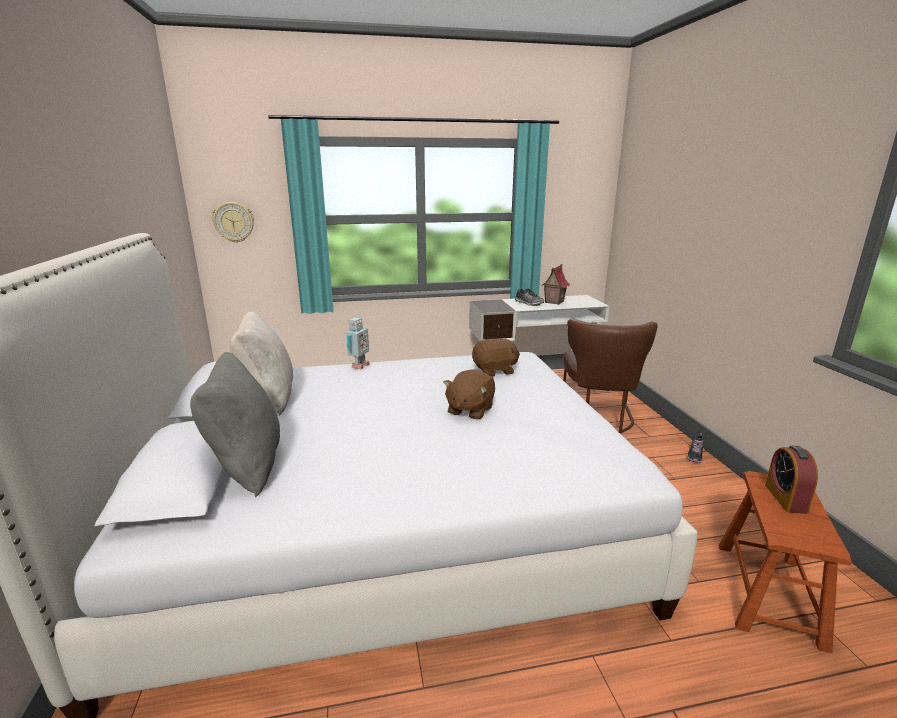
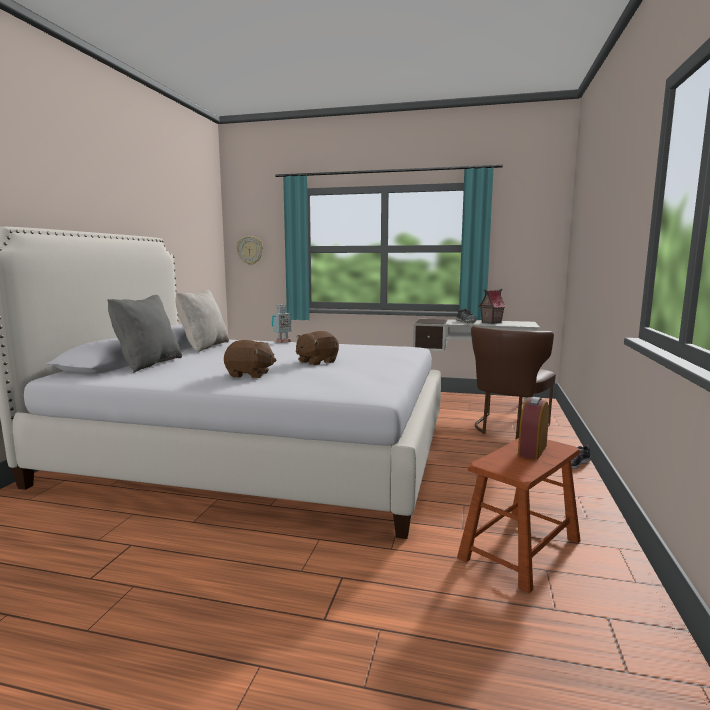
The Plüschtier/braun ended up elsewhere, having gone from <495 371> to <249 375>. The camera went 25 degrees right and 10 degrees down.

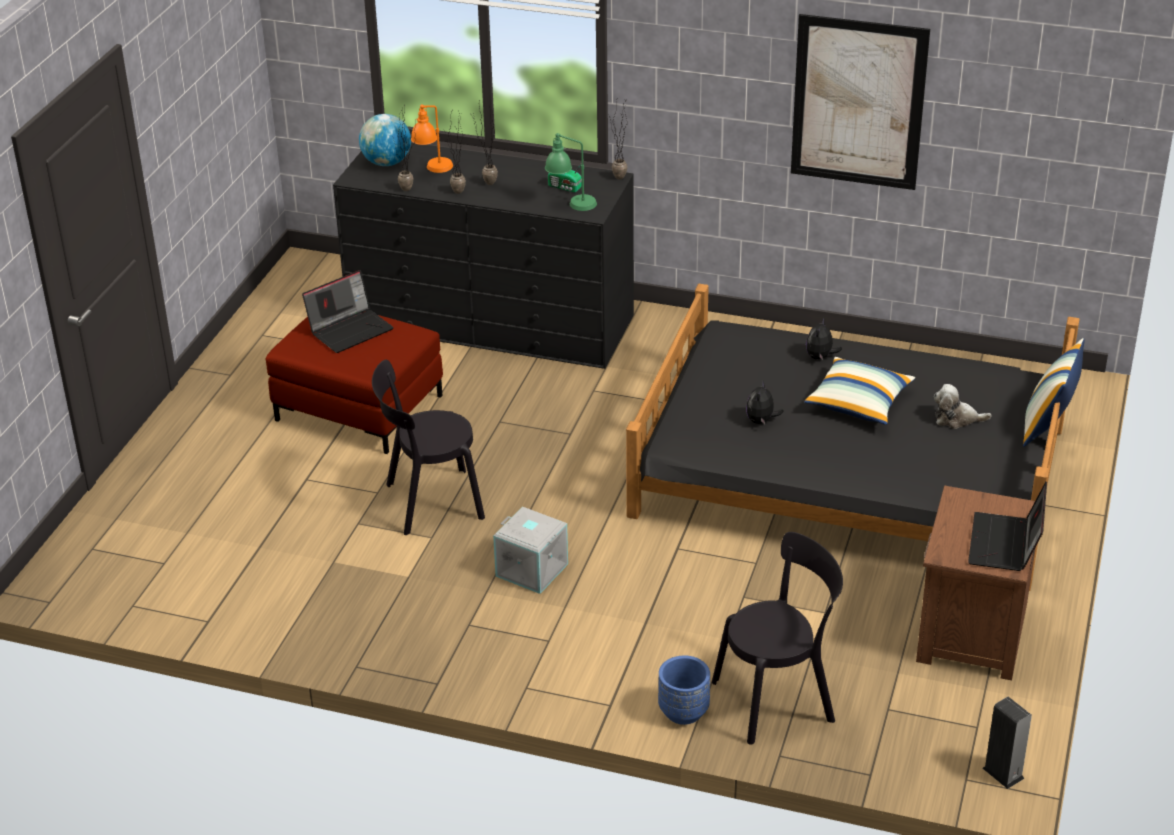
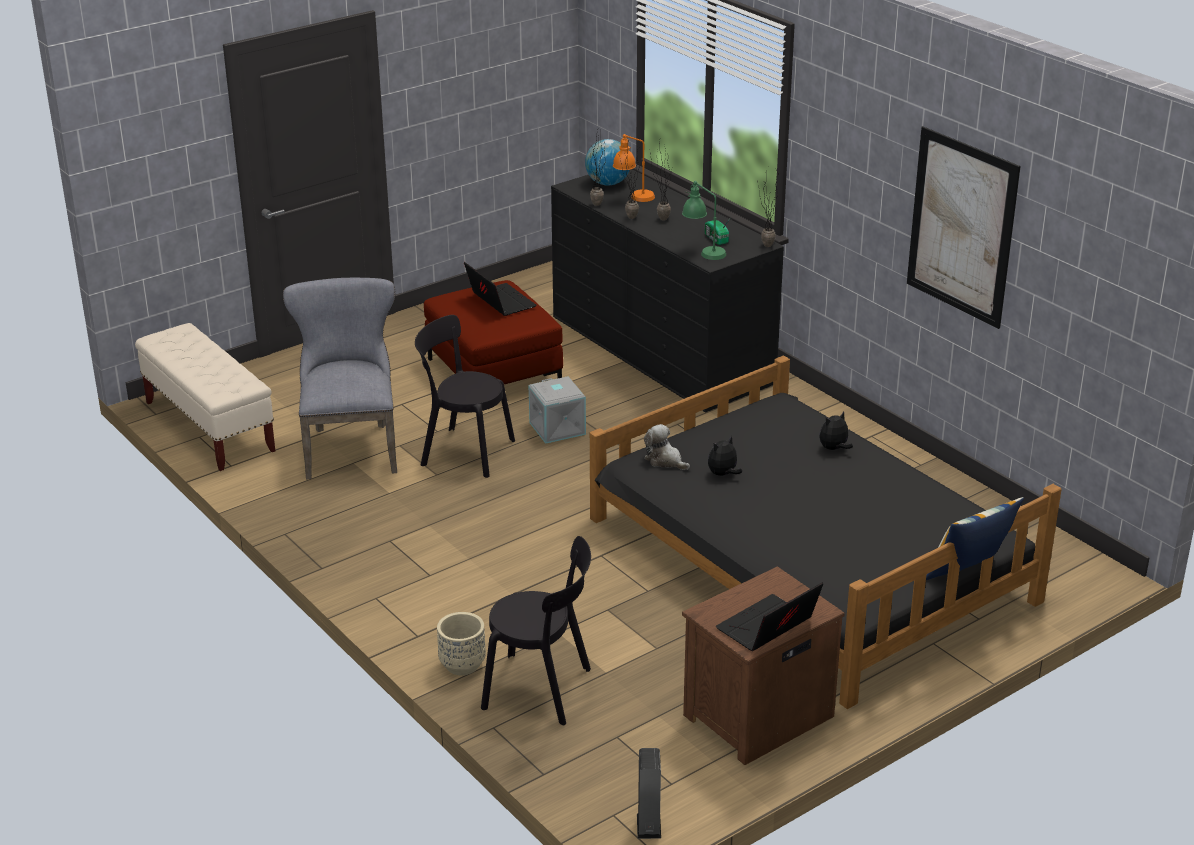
The second view lost the Kissen at <859 403>. The second view gained the Bank/beige at <209 427>. The second view gained the Stuhl/grau at <350 446>. The Aufbewahrungsbox/grau ended up elsewhere, having gone from <533 569> to <558 428>. The Plüschtier ended up elsewhere, having gone from <956 419> to <665 460>. What was the Pflanzkübel/blau at <683 712> turned into the Pflanzkübel/beige at <462 665>. The Laptop at <350 329> ended up facing another way, 120 degrees counterclockwise from before. The camera went 35 degrees right and 5 degrees down.

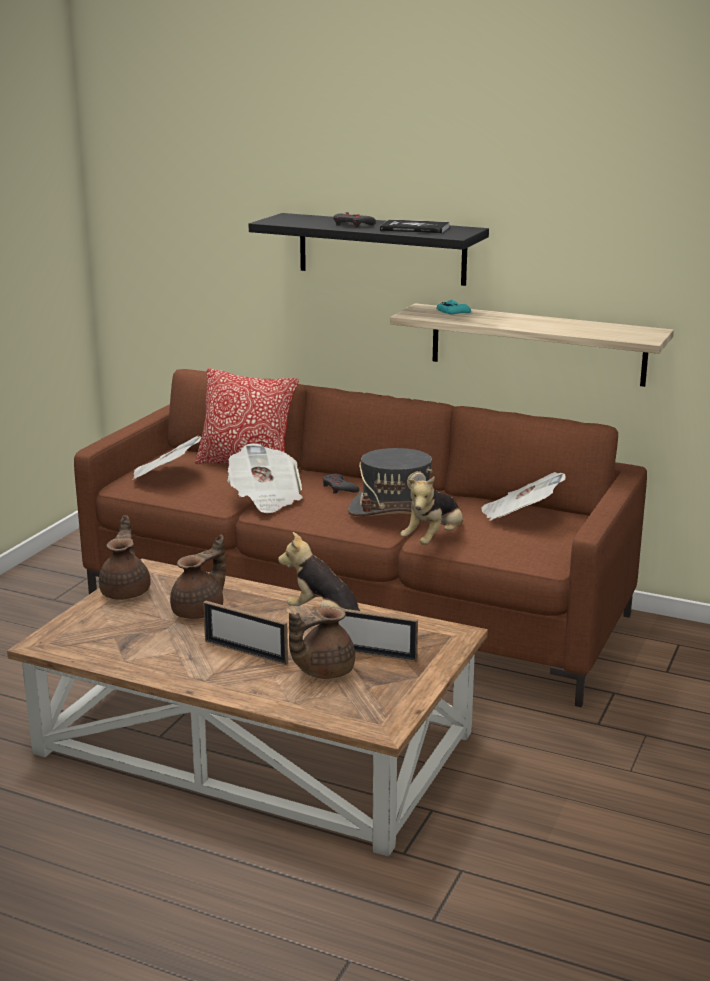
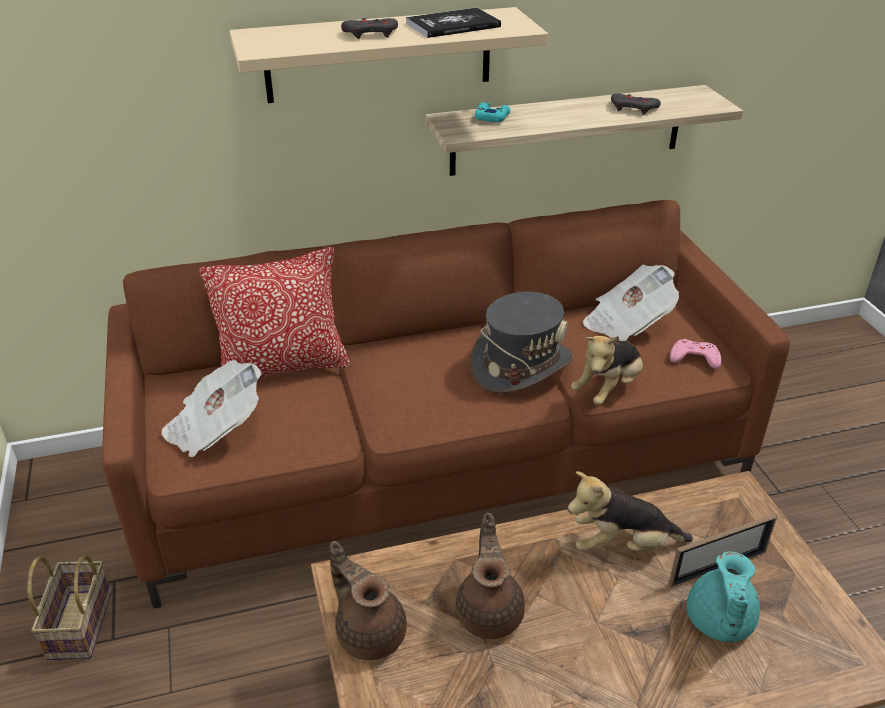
The second view lost the Bilderrahmen at <246 652>. The second view lost the Zeitung at <265 498>. The second view gained the Korb at <79 623>. The second view gained the Gamepad/rosa at <694 358>. The Gamepad/grau ended up elsewhere, having gone from <339 488> to <633 108>. What was the Wandregal/schwarz at <381 249> turned into the Wandregal/beige at <379 55>. What was the Teekanne/braun at <322 671> turned into the Teekanne/türkis at <718 622>. The Plüschtier at <434 540> ended up facing another way, 45 degrees clockwise from before. The camera went 40 degrees left and 15 degrees up.

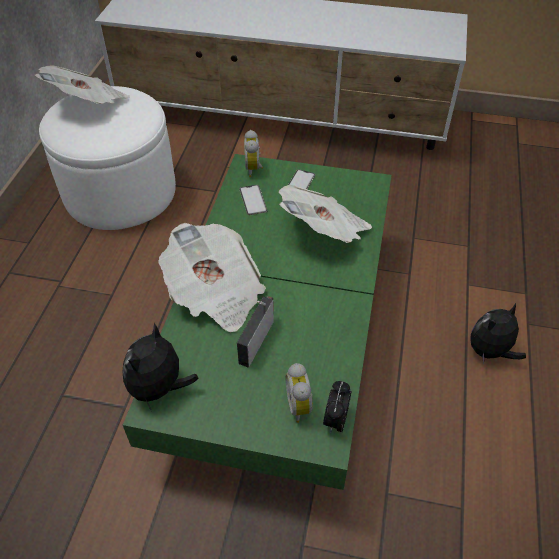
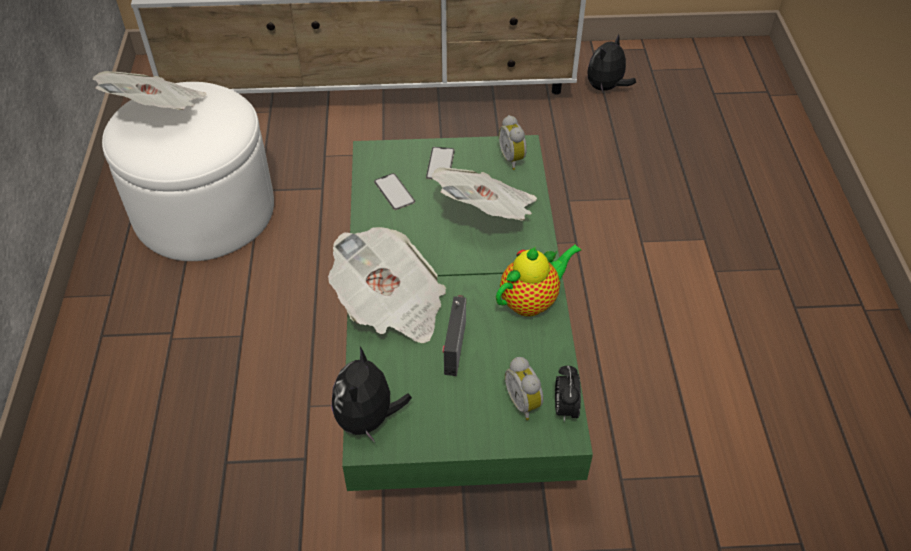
The second view gained the Teekanne at <532 301>. The Wecker ended up elsewhere, having gone from <254 169> to <513 159>. The Plüschtier ended up elsewhere, having gone from <490 352> to <606 88>. The camera went 15 degrees left and 0 degrees up.

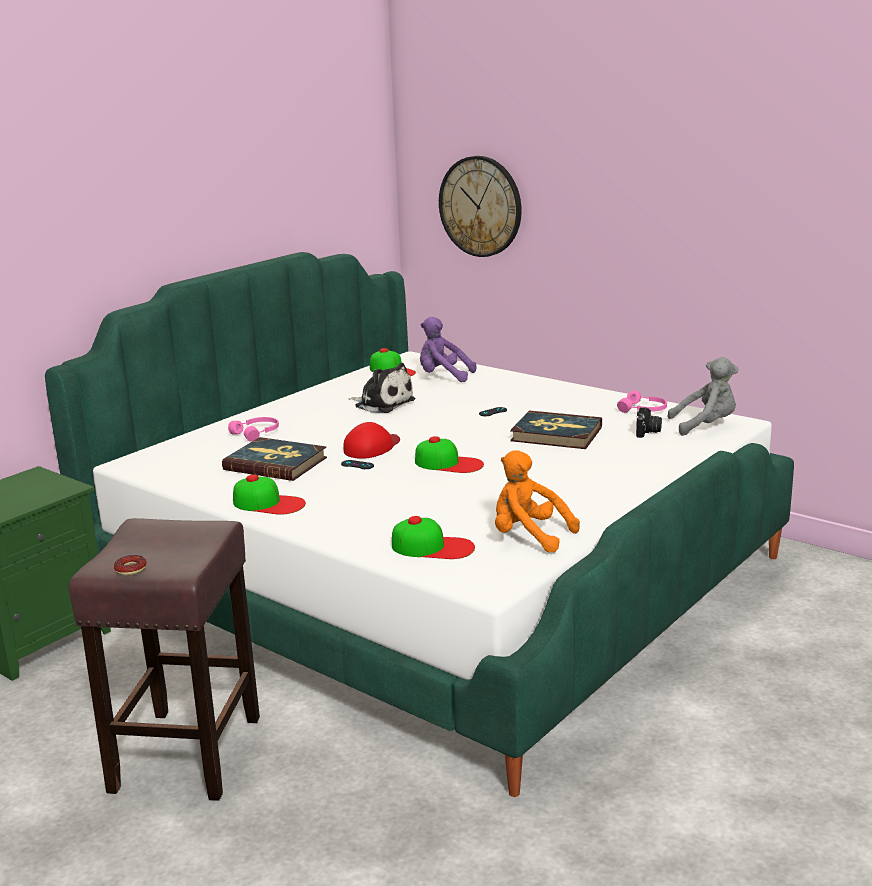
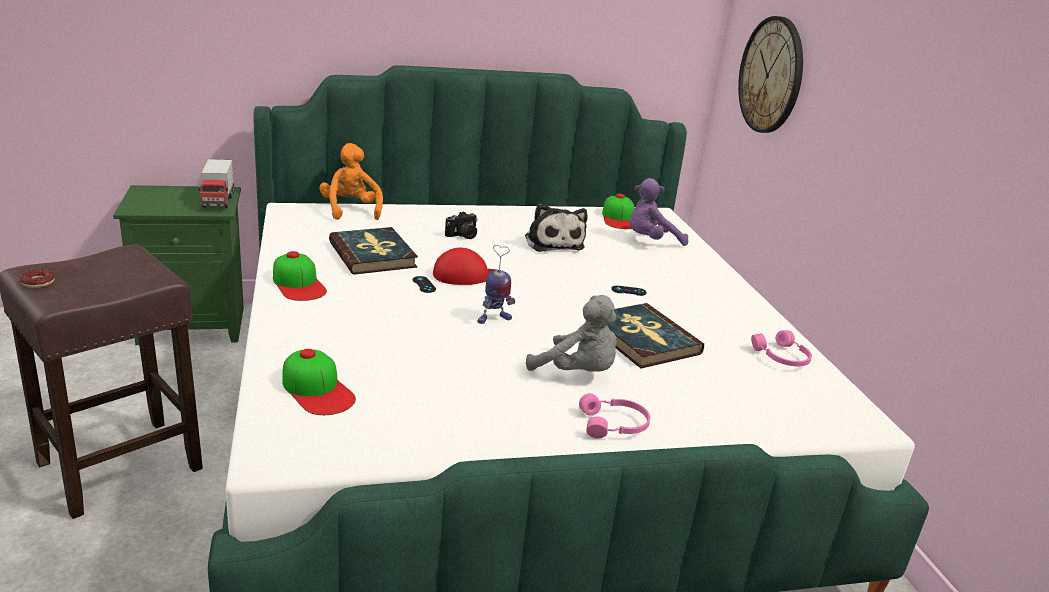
The second view gained the Spielzeuglaster at <218 201>. The Kopfhörer/rosa ended up elsewhere, having gone from <257 433> to <614 425>. The Plüschtier/orange ended up elsewhere, having gone from <528 536> to <351 210>. The Kamera ended up elsewhere, having gone from <648 432> to <463 236>. The Plüschtier/grau ended up elsewhere, having gone from <706 426> to <577 373>. Where the Kappe stood at <449 463>, the Spielzeugroboter came to stand at <493 319>. The Plüschtier/lila at <443 377> ended up facing another way, 75 degrees counterclockwise from before. The camera went 35 degrees right and 5 degrees up.

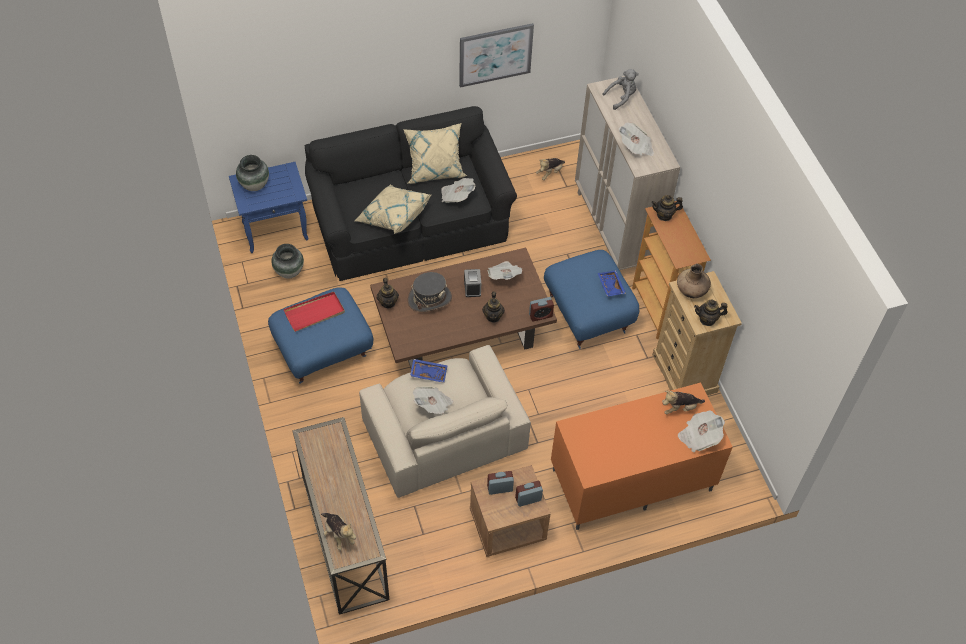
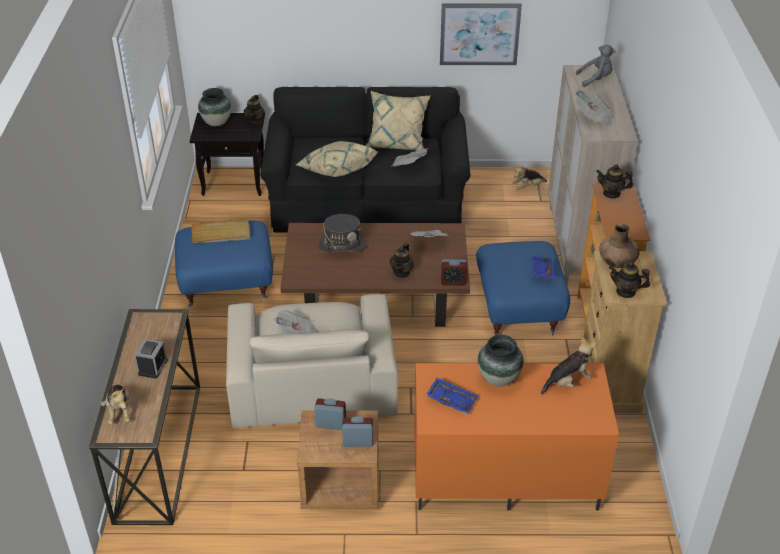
The second view lost the Zeitung at <699 437>. The Vase ended up elsewhere, having gone from <289 271> to <499 378>. The Teekanne ended up elsewhere, having gone from <388 302> to <255 121>. The Tablett/blau ended up elsewhere, having gone from <429 373> to <452 399>. The Wecker ended up elsewhere, having gone from <472 288> to <153 367>. What was the Beistelltisch/blau at <276 230> turned into the Beistelltisch/schwarz at <235 183>. What was the Tablett/rot at <315 313> turned into the Tablett/beige at <221 233>. The Plüschtier at <679 408> ended up facing another way, 150 degrees clockwise from before. The camera went 20 degrees right and 15 degrees down.

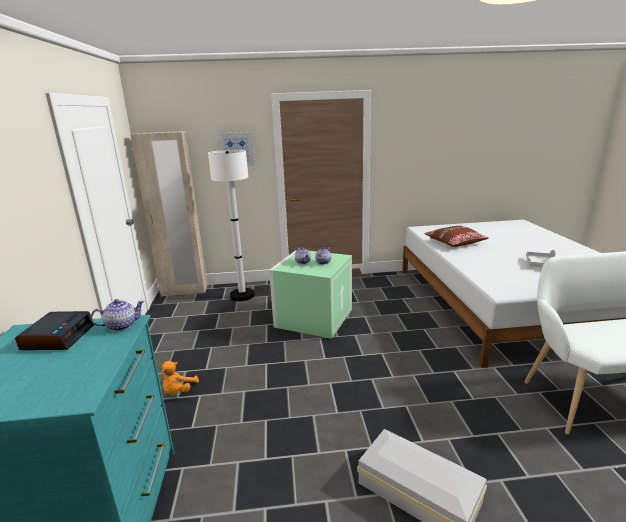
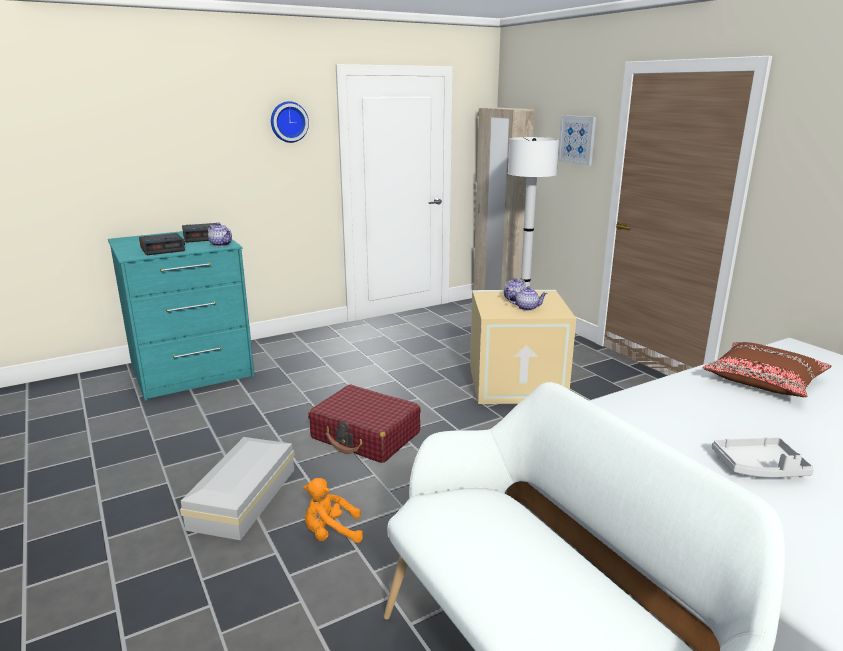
The second view gained the Wecker at <163 249>. The second view gained the Wanduhr at <288 122>. The second view gained the Koffer/rot at <366 436>. The Plüschtier/orange ended up elsewhere, having gone from <179 391> to <331 533>. What was the Aufbewahrungsbox/grün at <313 317> turned into the Aufbewahrungsbox/beige at <517 383>. The camera went 65 degrees right and 0 degrees up.

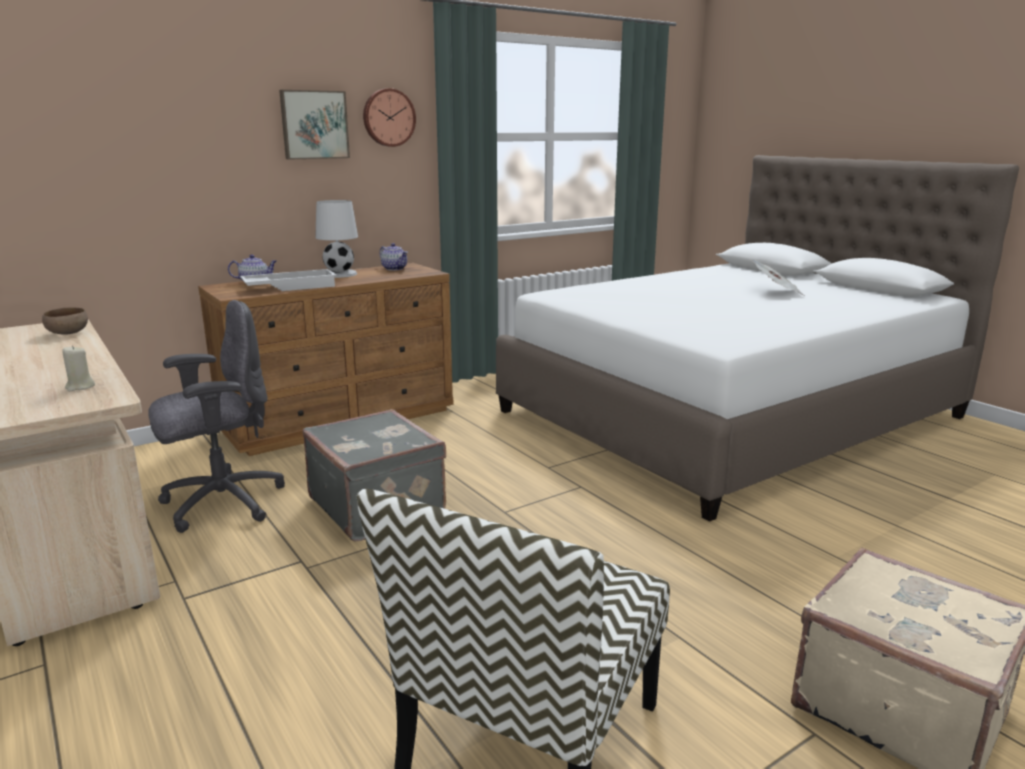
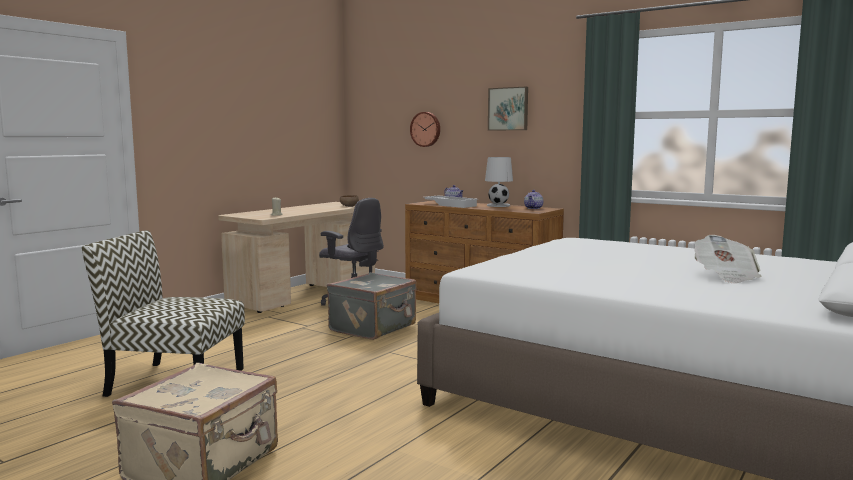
The Wanduhr ended up elsewhere, having gone from <388 117> to <426 129>. The camera went 70 degrees right and 10 degrees down.

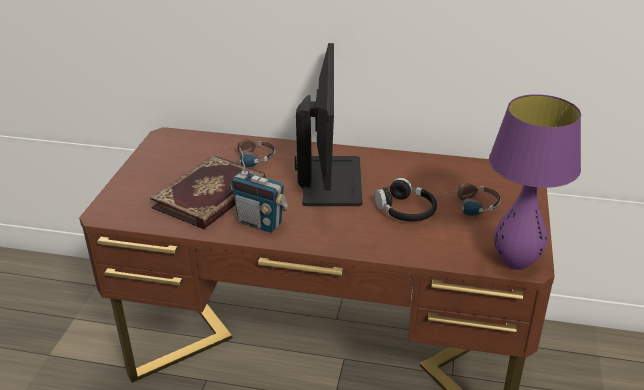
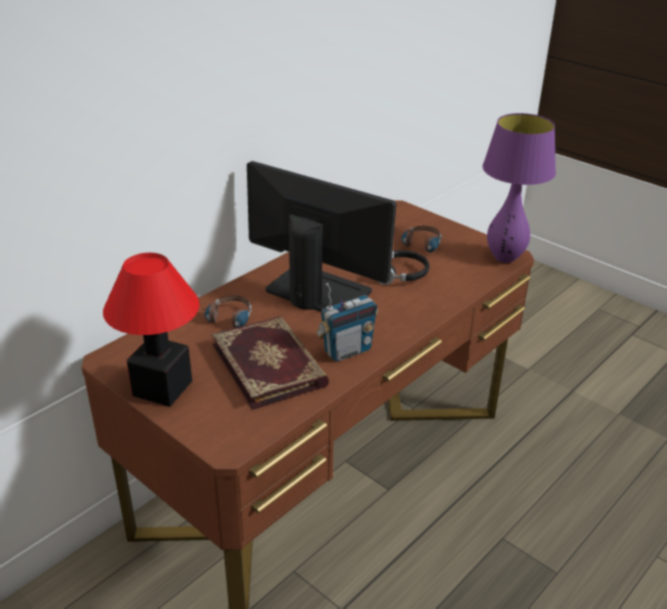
The second view gained the Tischlampe at <163 387>. The camera went 60 degrees left and 0 degrees up.

